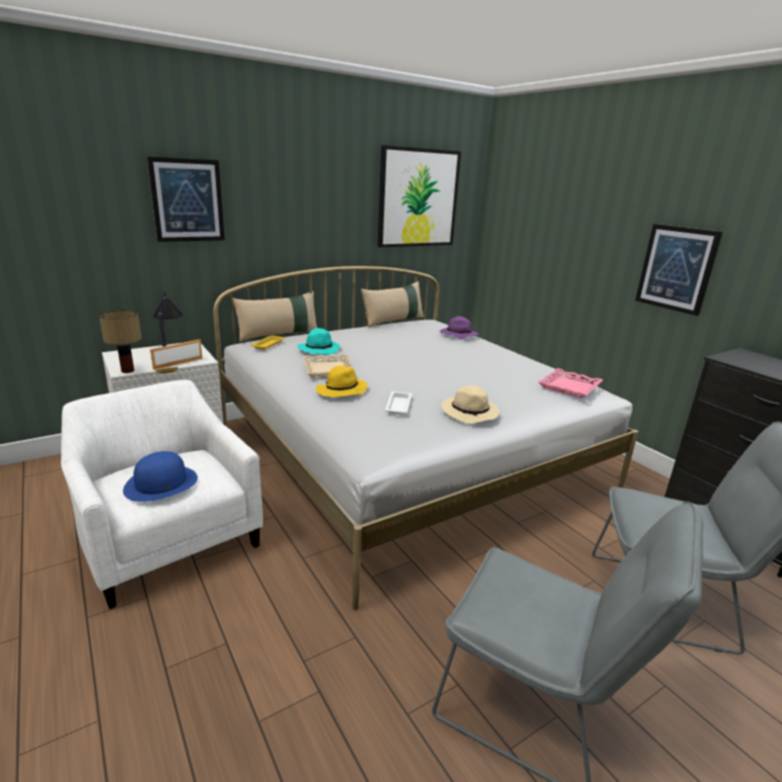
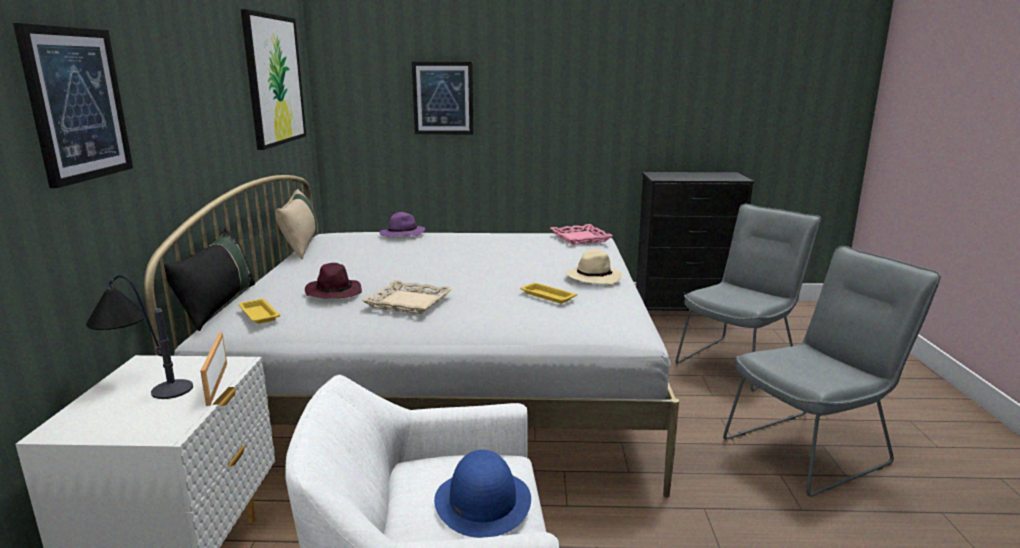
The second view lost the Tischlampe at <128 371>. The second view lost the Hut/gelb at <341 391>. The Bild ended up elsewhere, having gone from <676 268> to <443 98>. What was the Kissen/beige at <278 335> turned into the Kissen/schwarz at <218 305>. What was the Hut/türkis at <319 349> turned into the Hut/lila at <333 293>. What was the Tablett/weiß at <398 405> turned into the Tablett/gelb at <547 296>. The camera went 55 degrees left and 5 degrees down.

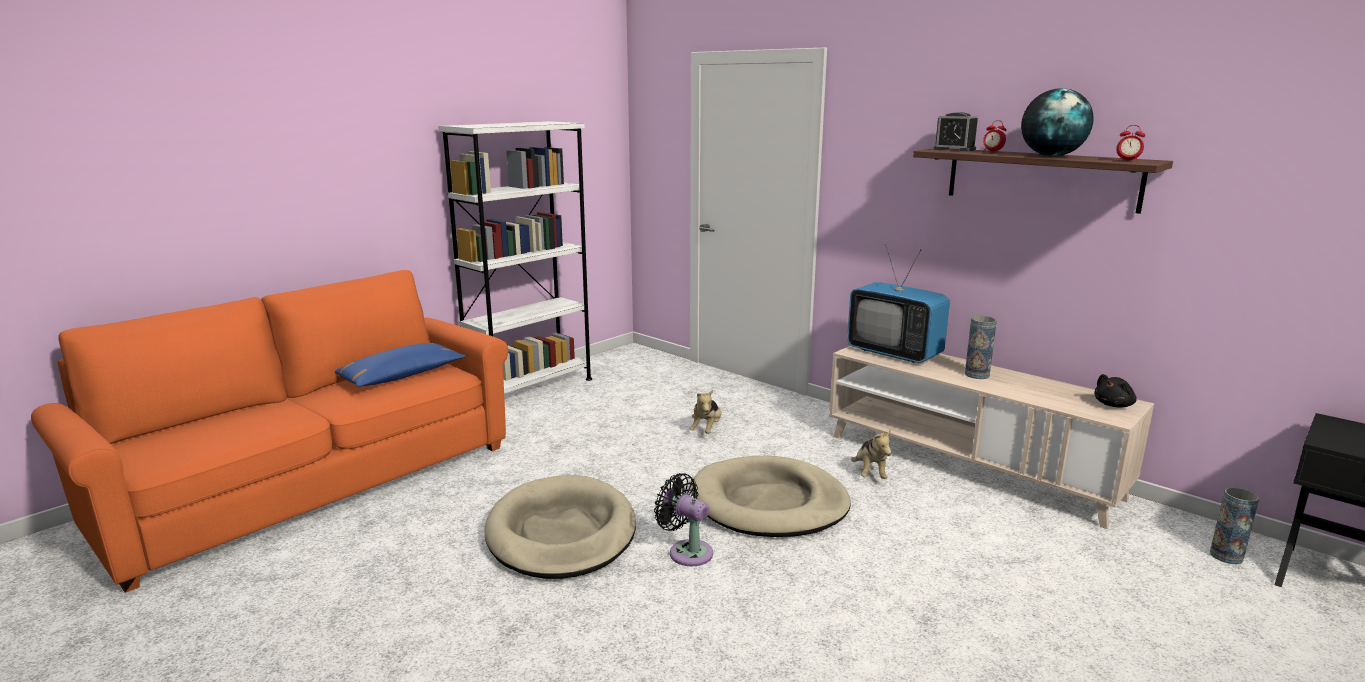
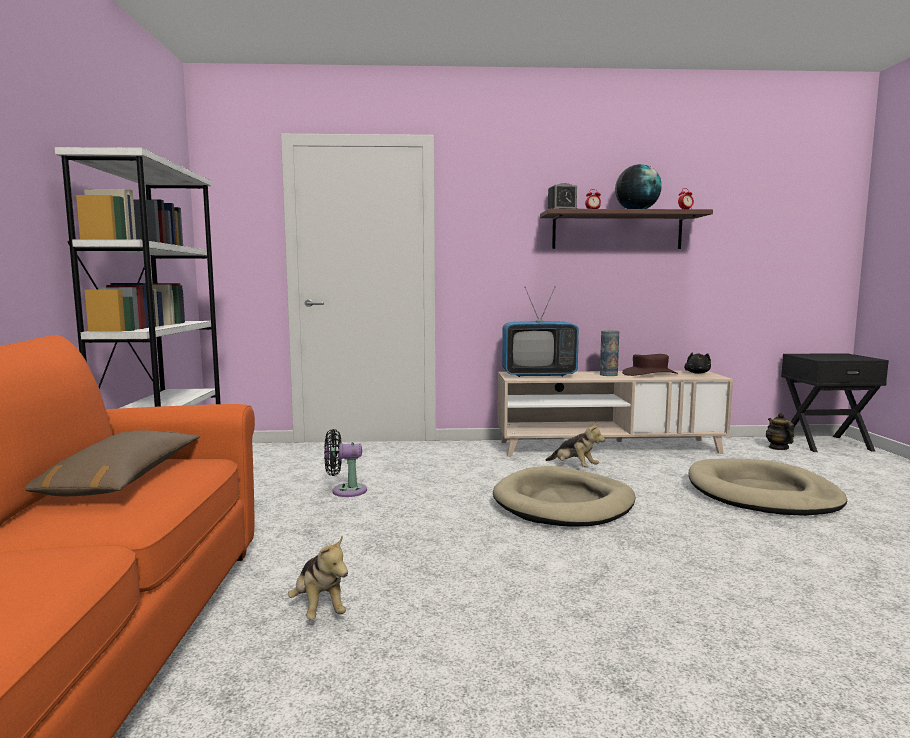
The second view gained the Hut/braun at <649 374>. The Hundebett/beige ended up elsewhere, having gone from <561 533> to <762 494>. The Ventilator/schwarz ended up elsewhere, having gone from <687 551> to <345 491>. The Plüschtier ended up elsewhere, having gone from <706 429> to <319 609>. Where the Vase stood at <1226 556>, the Teekanne came to stand at <778 448>. What was the Kissen/blau at <401 376> turned into the Kissen/braun at <122 480>. The camera went 45 degrees left and 10 degrees down.

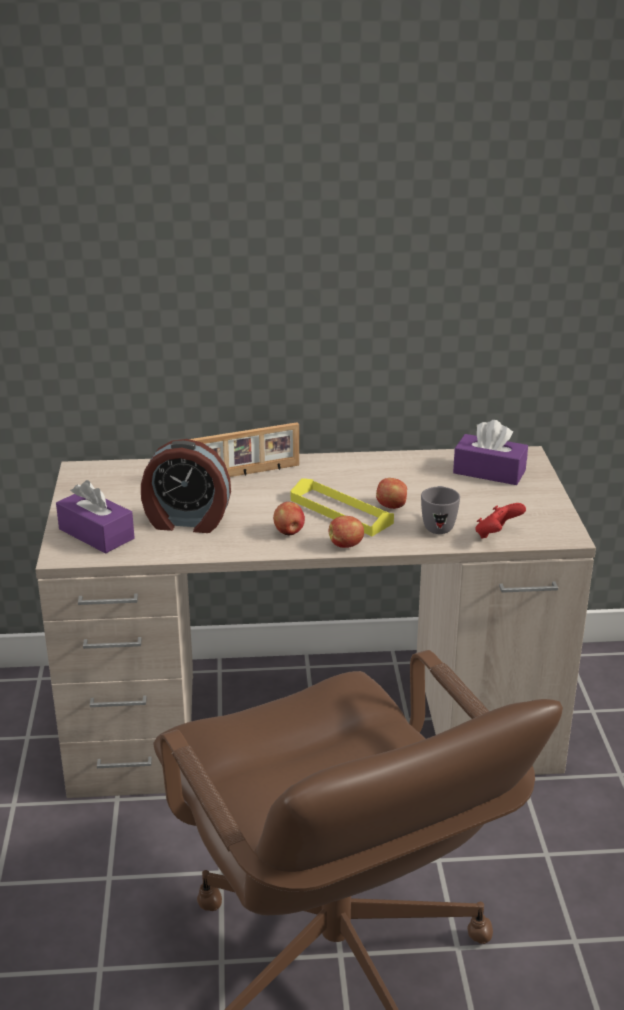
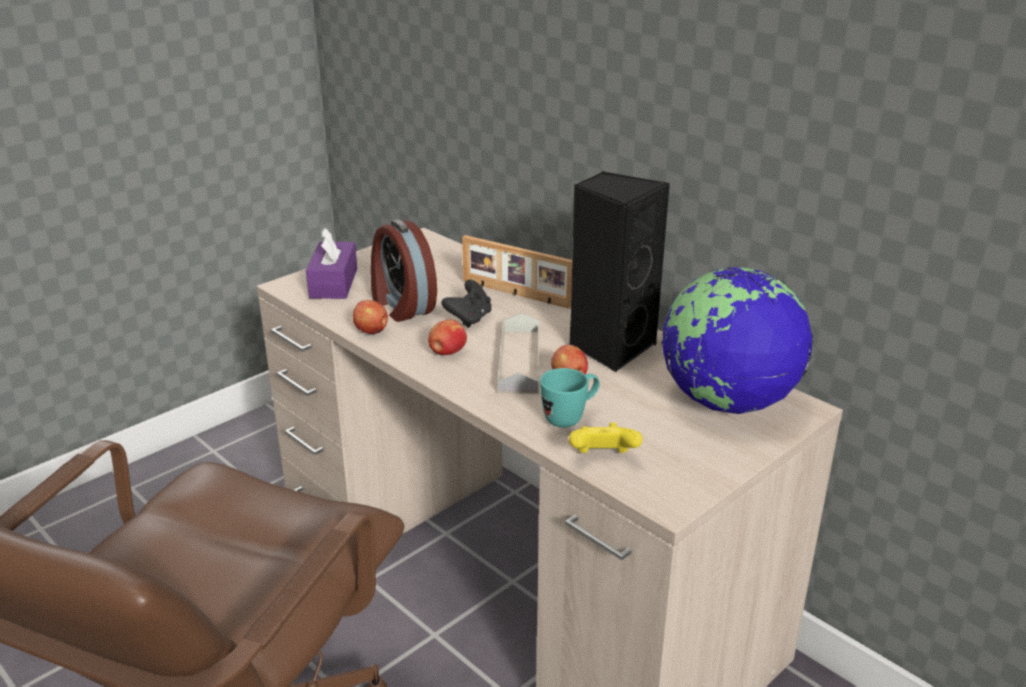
The second view gained the Gamepad/schwarz at <469 319>. The second view gained the Lautsprecher/schwarz at <610 347>. The Apfel ended up elsewhere, having gone from <346 545> to <372 331>. Where the Taschentuchbox/lila stood at <489 472>, the Globus came to stand at <727 402>. What was the Tablett/gelb at <341 511> turned into the Tablett/grau at <519 360>. What was the Henkelbecher/grau at <438 525> turned into the Henkelbecher/türkis at <570 418>. What was the Gamepad/rot at <496 535> turned into the Gamepad/gelb at <603 458>. The camera went 50 degrees right and 0 degrees up.

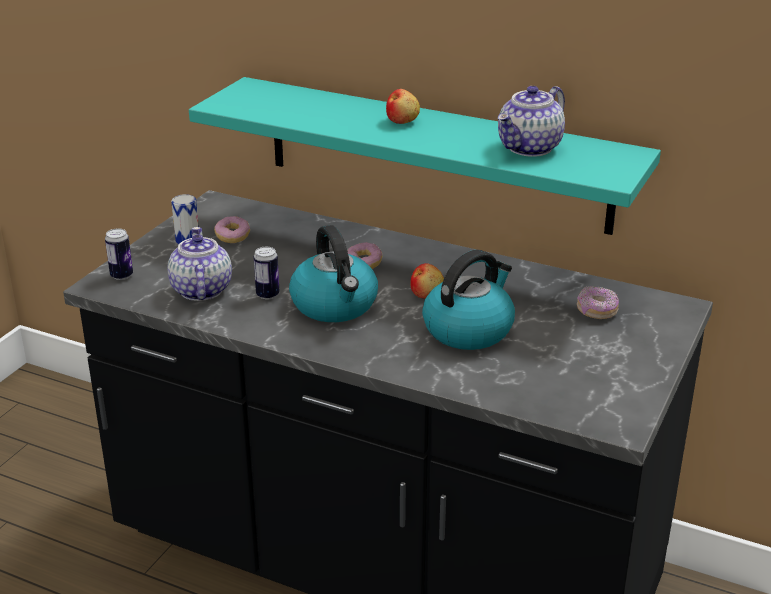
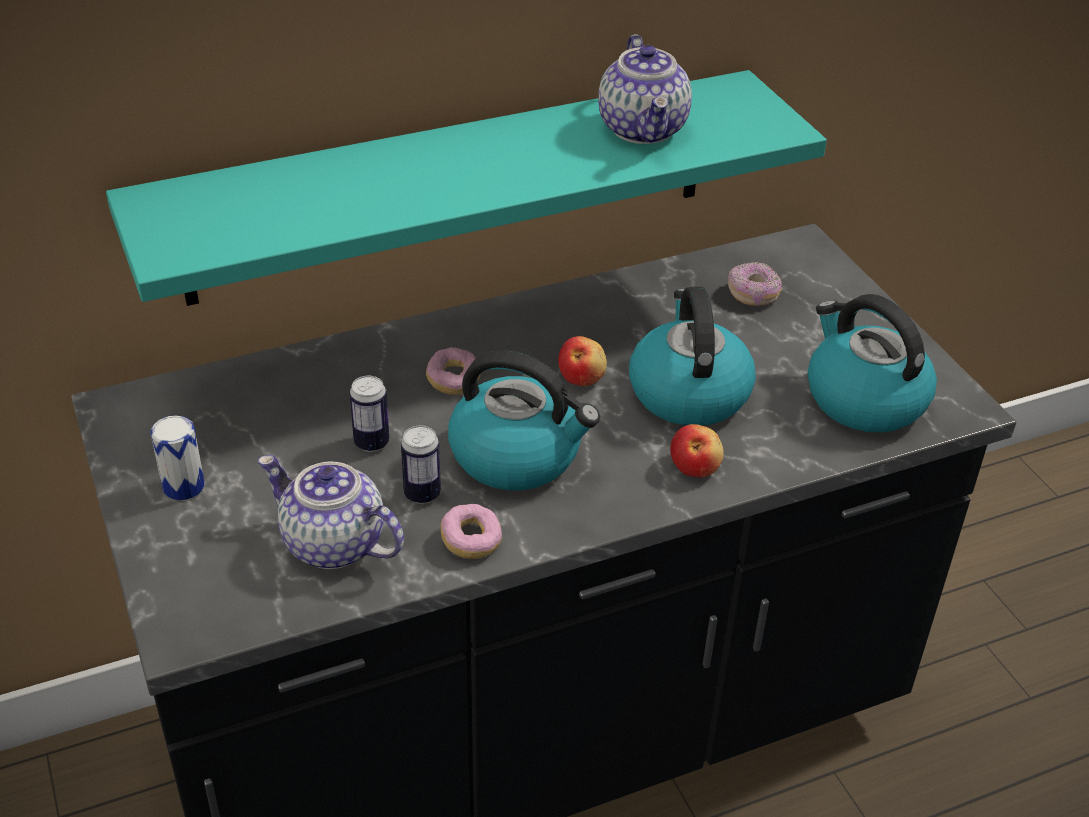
The second view gained the Wasserkessel at <863 399>. The Dose ended up elsewhere, having gone from <121 275> to <371 443>. The Donut ended up elsewhere, having gone from <232 237> to <471 541>. The Apfel ended up elsewhere, having gone from <402 121> to <695 466>. The camera went 50 degrees left and 10 degrees up.

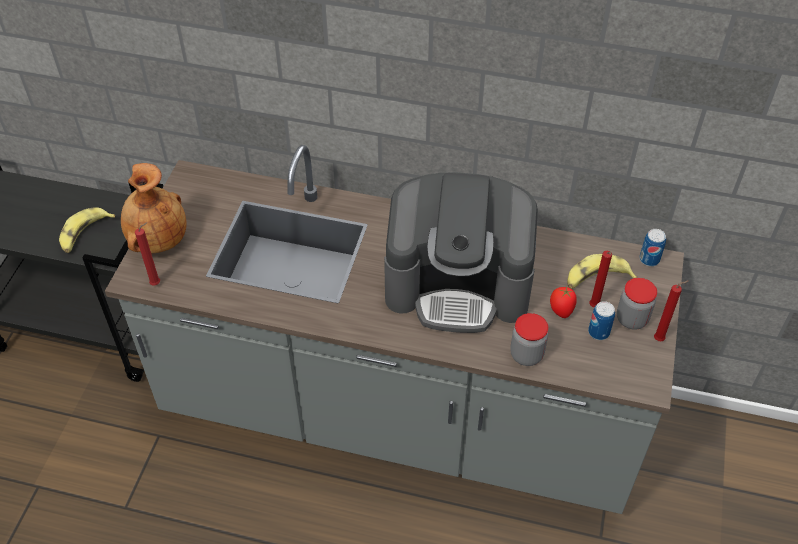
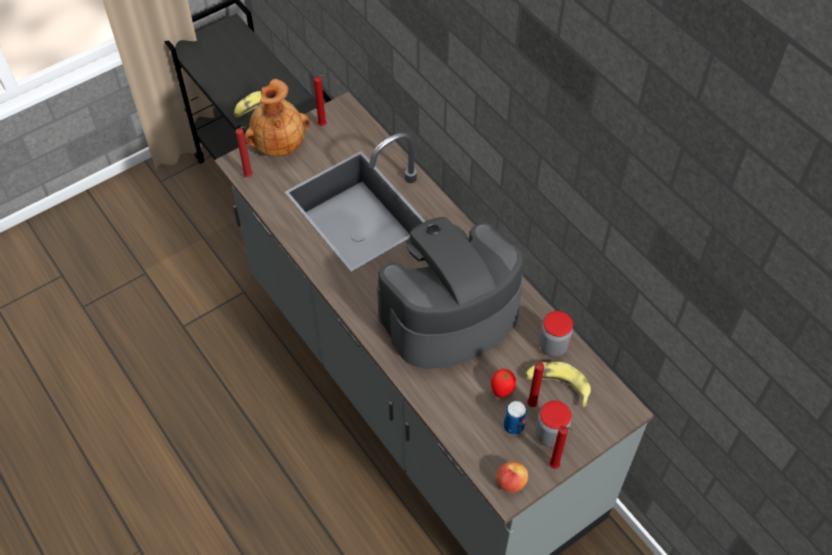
The second view lost the Dose at <649 259>. The second view gained the Kerze/rot at <323 125>. The second view gained the Apfel at <510 483>. The Vorratsglas ended up elsewhere, having gone from <526 355> to <553 346>. The Kaffeemaschine at <458 283> ended up facing another way, 105 degrees clockwise from before. The camera went 40 degrees right and 5 degrees up.

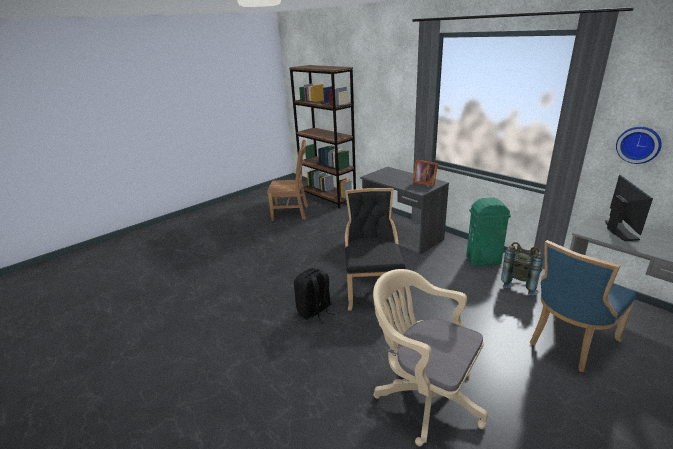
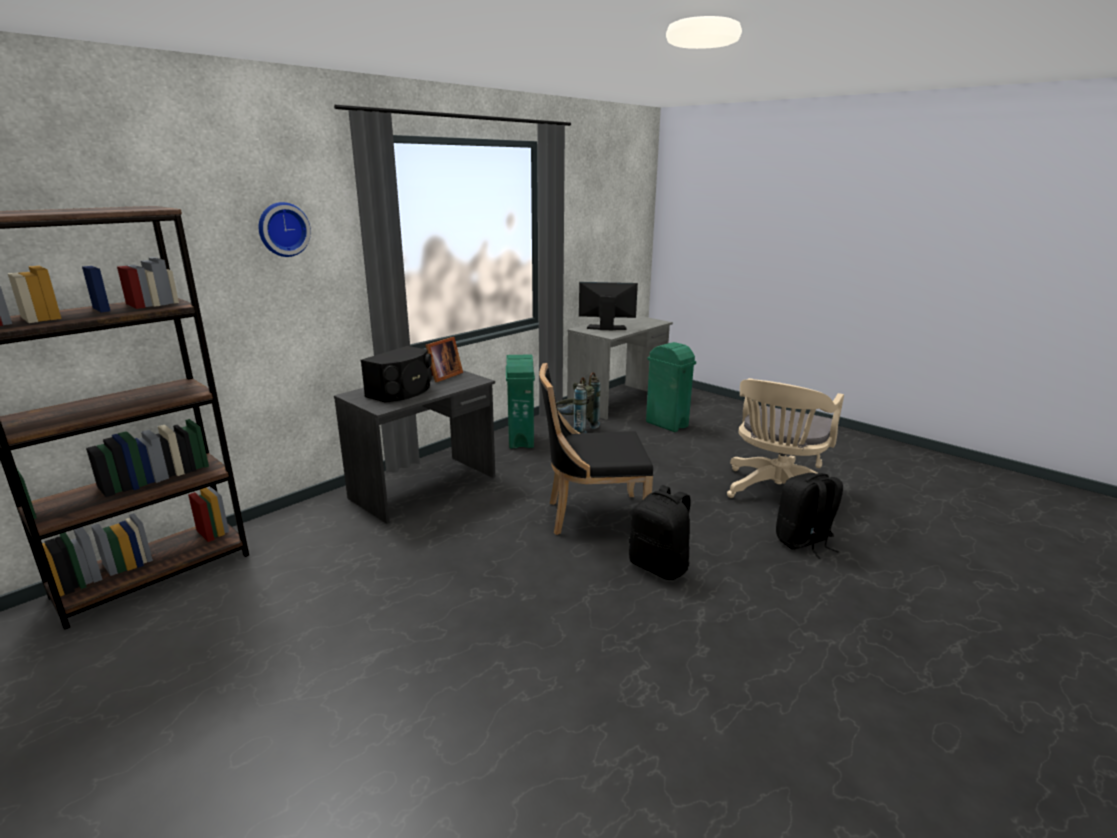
The second view lost the Stuhl/braun at <292 213>. The second view gained the Lautsprecher/schwarz at <402 392>. The second view gained the Rucksack/schwarz at <804 542>. The Wanduhr ended up elsewhere, having gone from <639 144> to <283 229>. Where the Stuhl/blau stood at <569 342>, the Mülleimer/grün came to stand at <667 424>. The camera went 95 degrees left and 5 degrees down.

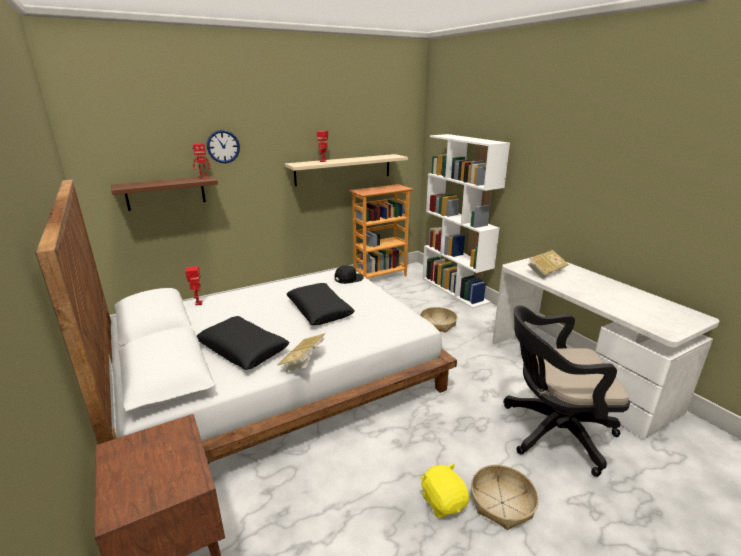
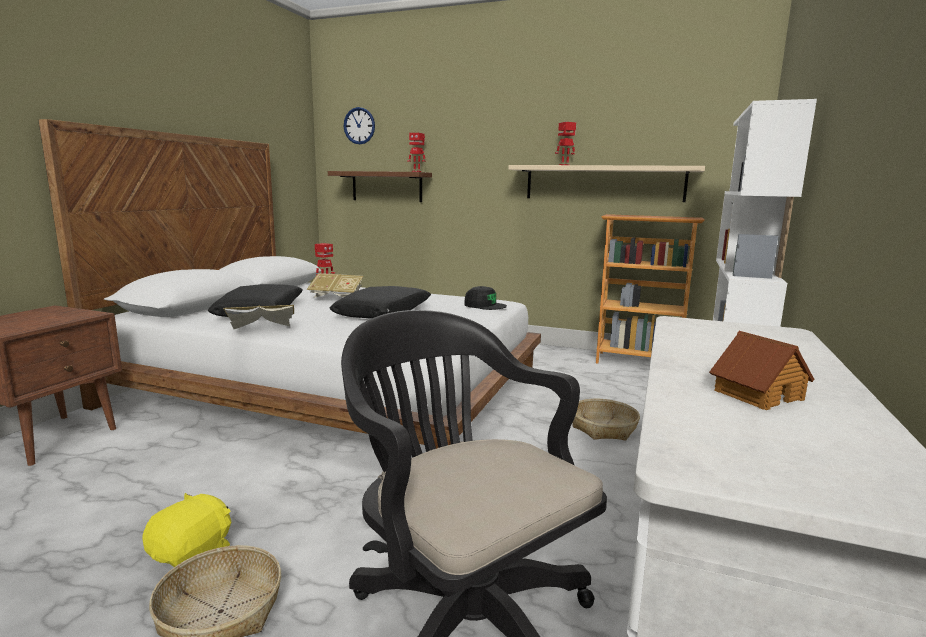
The second view gained the Spielzeughaus at <757 394>. The Wanduhr ended up elsewhere, having gone from <223 146> to <359 126>. The Buch ended up elsewhere, having gone from <546 272> to <336 297>. The camera went 50 degrees right and 10 degrees down.

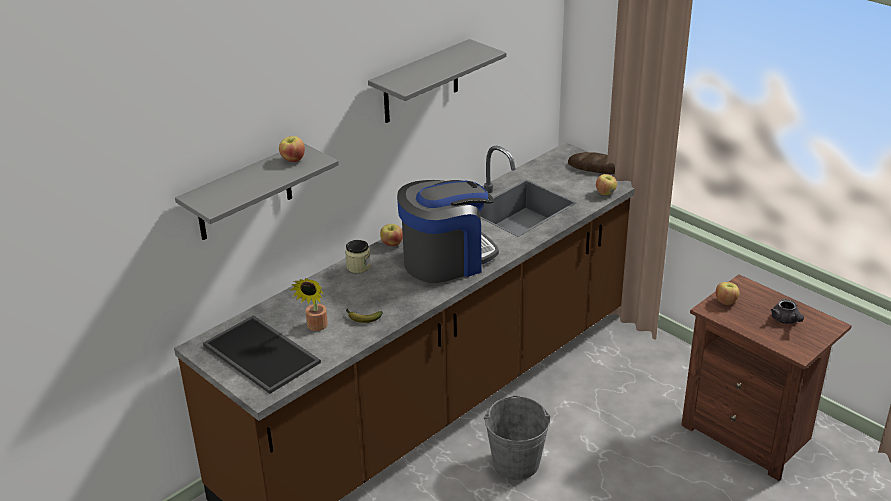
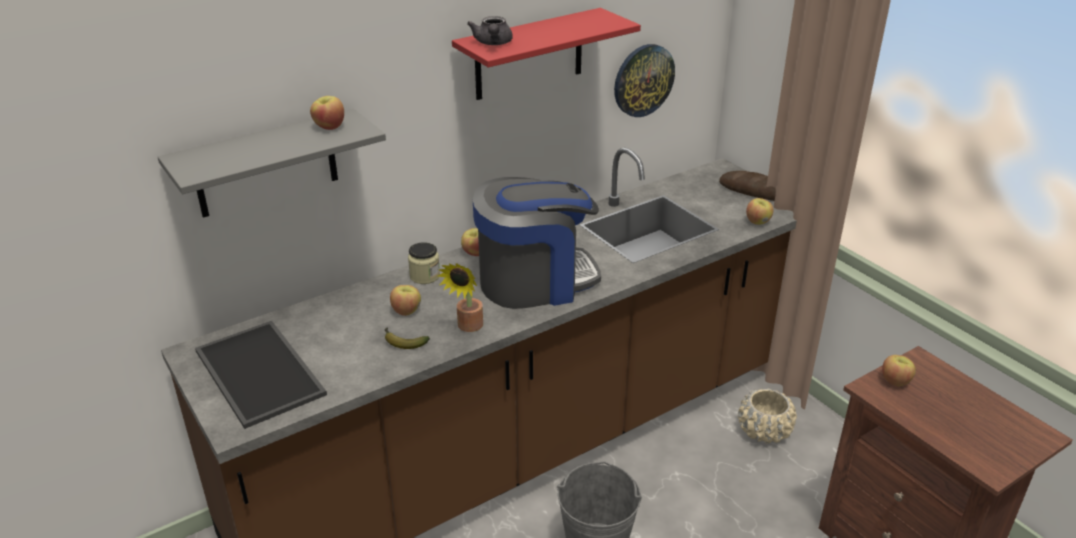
The second view gained the Apfel at <406 311>. The second view gained the Wanduhr at <643 80>. The second view gained the Pflanzkübel/beige at <764 431>. The Topfpflanze ended up elsewhere, having gone from <316 327> to <468 327>. The Teekanne/grau ended up elsewhere, having gone from <786 320> to <493 43>. What was the Wandregal/grau at <421 82> turned into the Wandregal/rot at <529 54>. The camera went 10 degrees right and 0 degrees up.

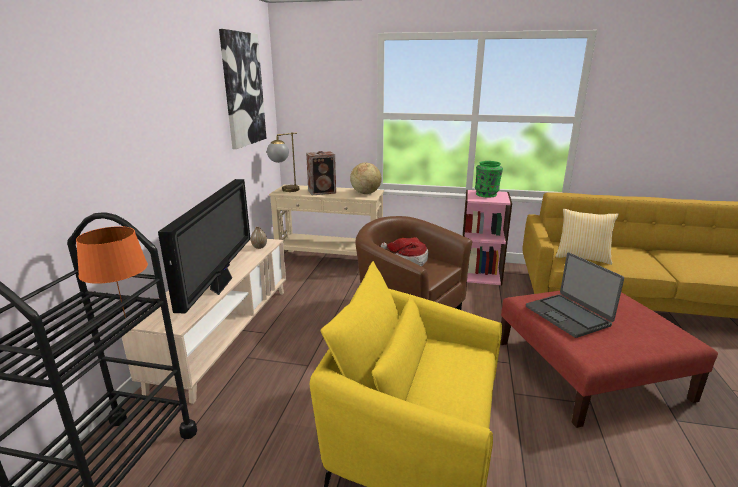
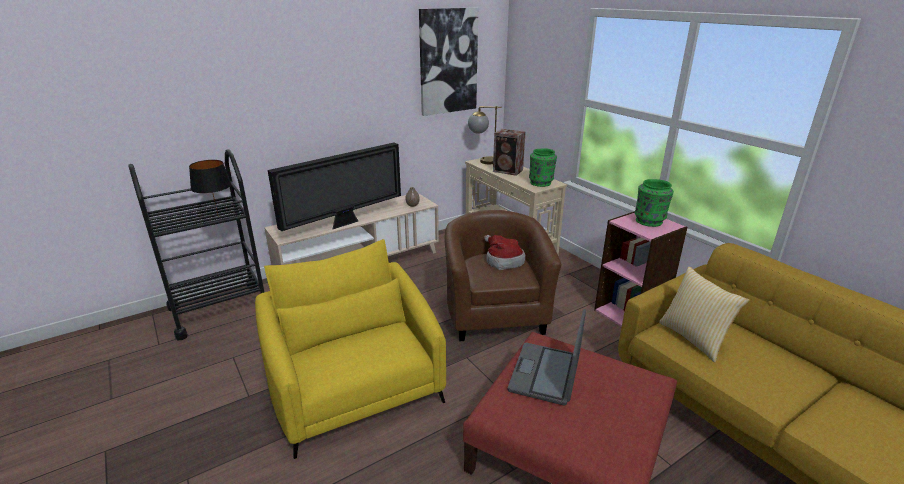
Where the Globus stood at <365 193>, the Vase/grün came to stand at <541 183>. What was the Tischlampe/orange at <125 317> turned into the Tischlampe/schwarz at <218 217>. The camera went 45 degrees right and 5 degrees up.

